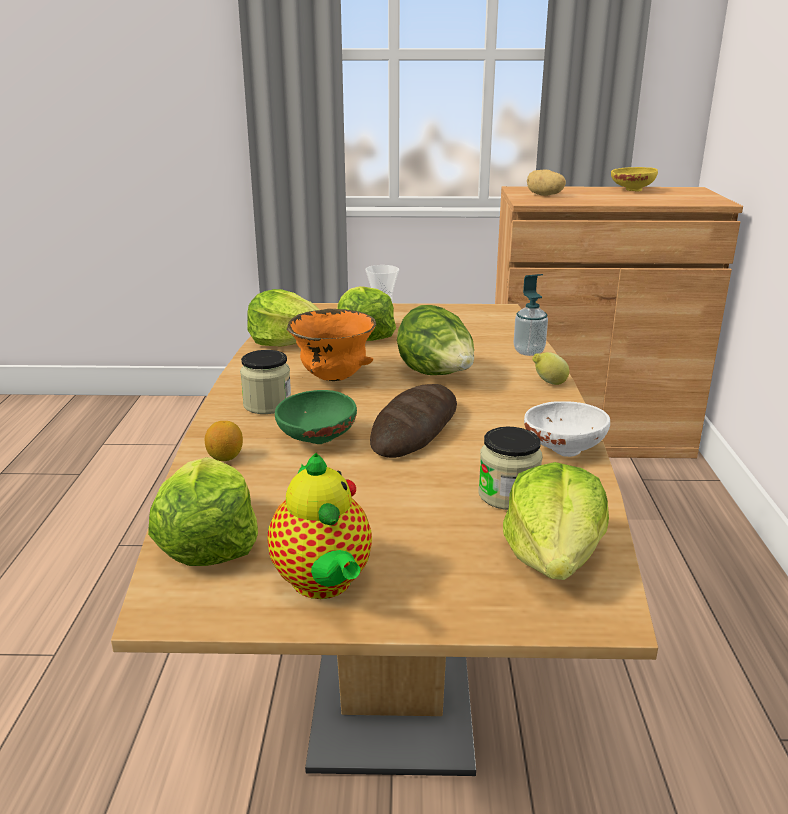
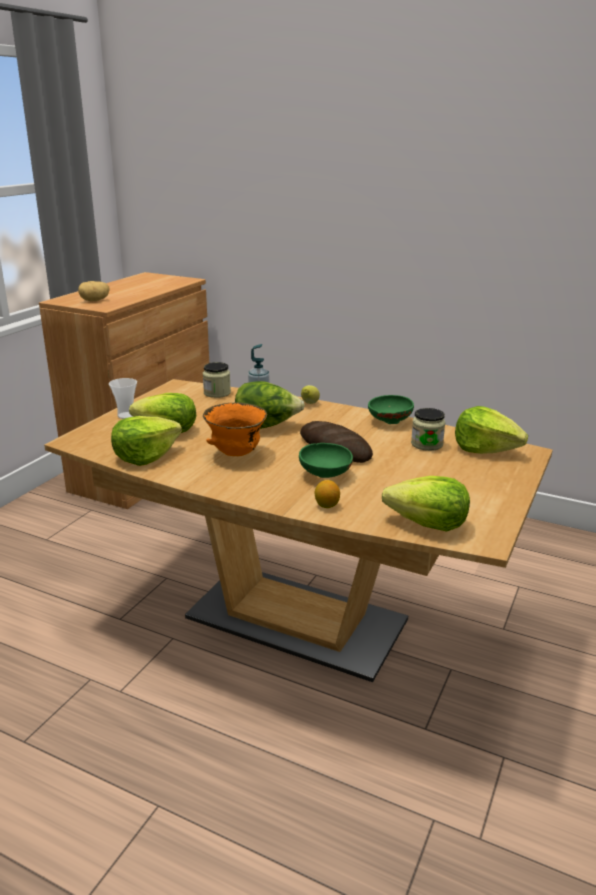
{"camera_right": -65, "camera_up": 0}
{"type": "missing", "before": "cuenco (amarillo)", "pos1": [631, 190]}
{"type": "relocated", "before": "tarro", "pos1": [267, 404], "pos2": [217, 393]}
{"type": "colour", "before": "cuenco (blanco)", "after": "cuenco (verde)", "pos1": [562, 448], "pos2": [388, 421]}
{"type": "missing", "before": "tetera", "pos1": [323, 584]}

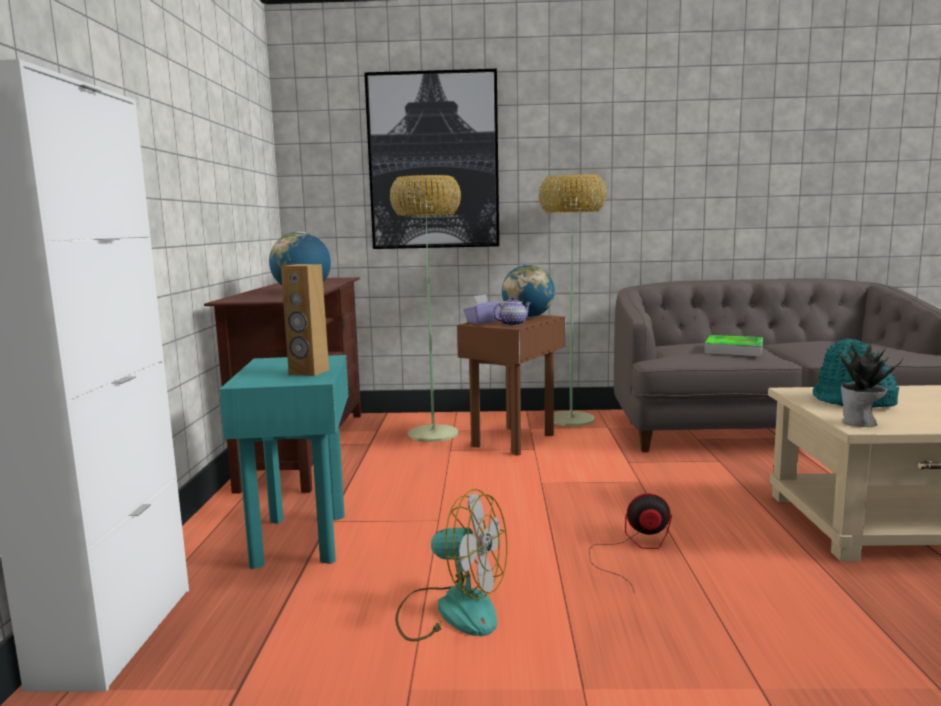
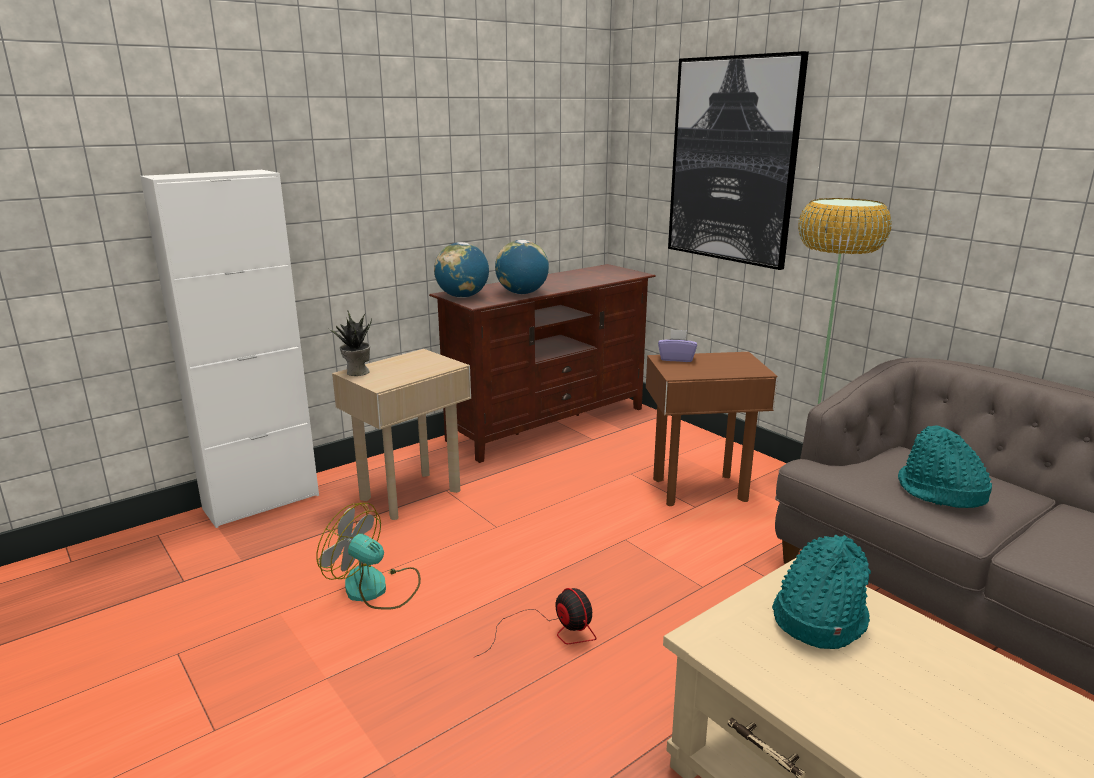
{"camera_right": 50, "camera_up": 10}
{"type": "missing", "before": "lámpara de pie", "pos1": [433, 433]}
{"type": "missing", "before": "altavoz (marrón)", "pos1": [308, 372]}
{"type": "relocated", "before": "globo terráqueo", "pos1": [528, 317], "pos2": [462, 296]}
{"type": "missing", "before": "tetera", "pos1": [512, 324]}
{"type": "exchanged", "before": "bandeja", "after": "sombrero (turquesa)", "pos1": [733, 350], "pos2": [939, 492]}
{"type": "relocated", "before": "planta en maceta", "pos1": [860, 423], "pos2": [357, 372]}
{"type": "colour", "before": "mesa auxiliar (turquesa)", "after": "mesa auxiliar (beis)", "pos1": [302, 539], "pos2": [411, 495]}
{"type": "spun", "before": "ventilador", "pos1": [451, 610], "pos2": [375, 589], "turn": 135}

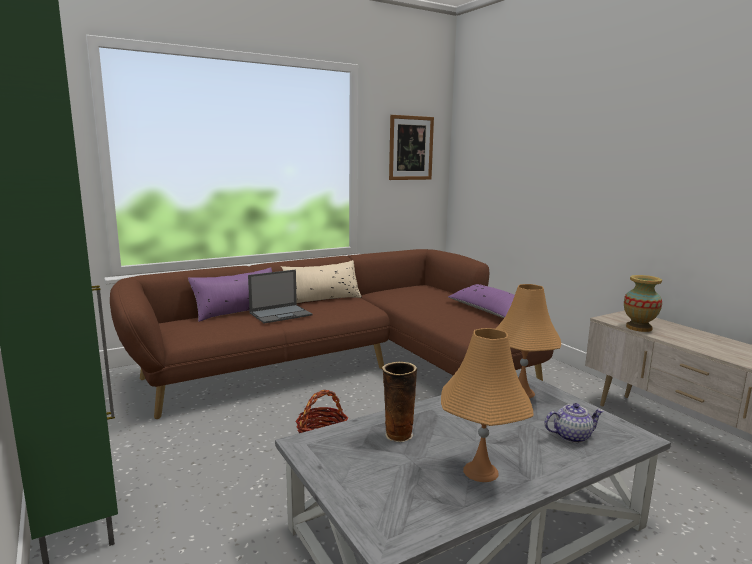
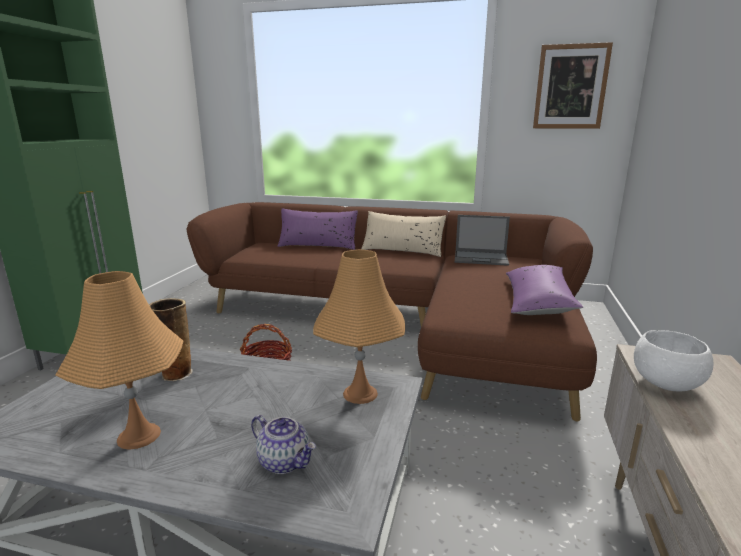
{"camera_right": 45, "camera_up": 5}
{"type": "relocated", "before": "portátil", "pos1": [281, 314], "pos2": [481, 258]}
{"type": "exchanged", "before": "florero", "after": "cuenco (blanco)", "pos1": [639, 328], "pos2": [665, 384]}

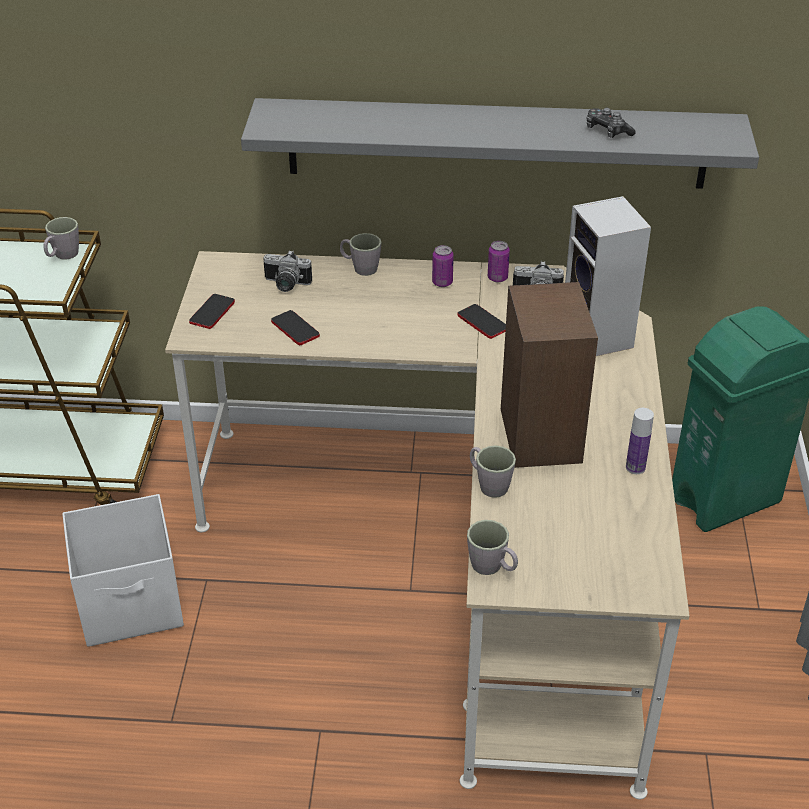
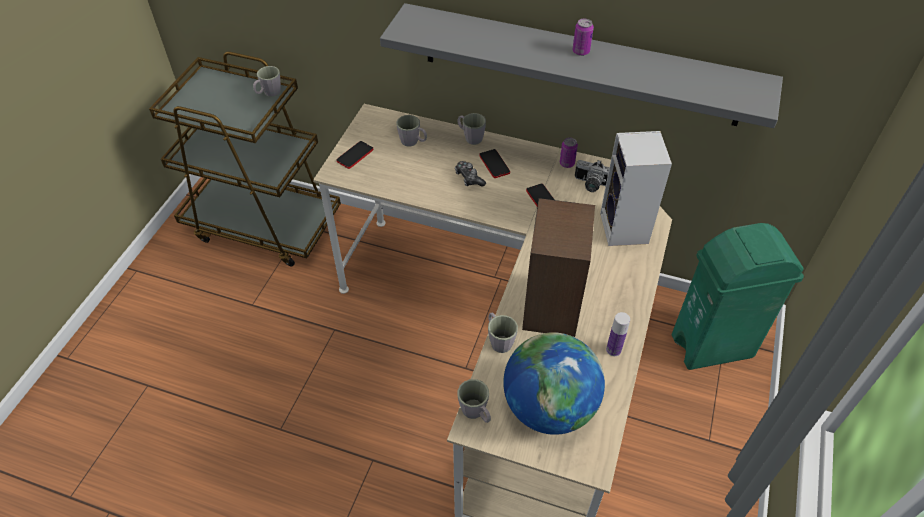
{"camera_right": 15, "camera_up": 10}
{"type": "relocated", "before": "mando de consola", "pos1": [607, 131], "pos2": [469, 178]}
{"type": "relocated", "before": "lata", "pos1": [442, 282], "pos2": [581, 51]}
{"type": "exchanged", "before": "cámara", "after": "taza grande (gris)", "pos1": [285, 285], "pos2": [413, 142]}
{"type": "relocated", "before": "móvil", "pos1": [295, 329], "pos2": [494, 164]}
{"type": "missing", "before": "caja de almacenaje (blanco)", "pos1": [132, 604]}
{"type": "appeared", "after": "globo terráqueo", "pos2": [549, 407]}

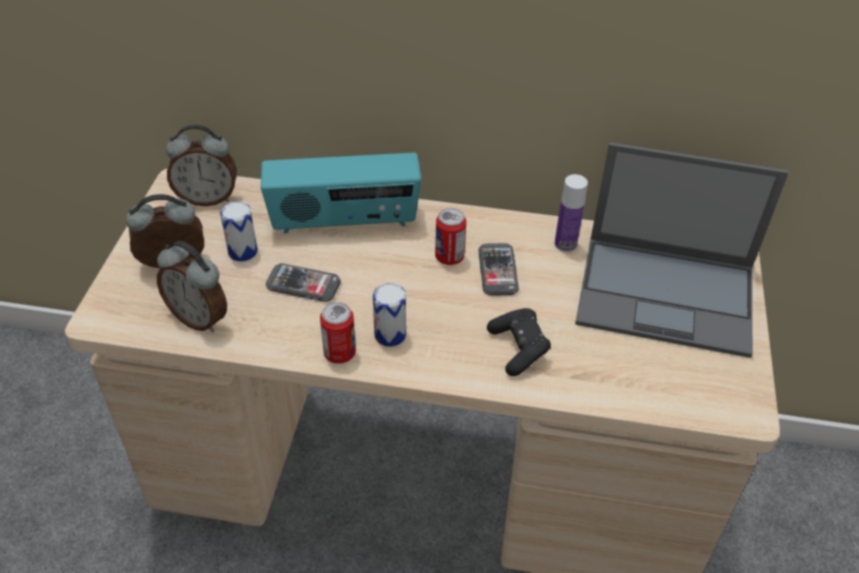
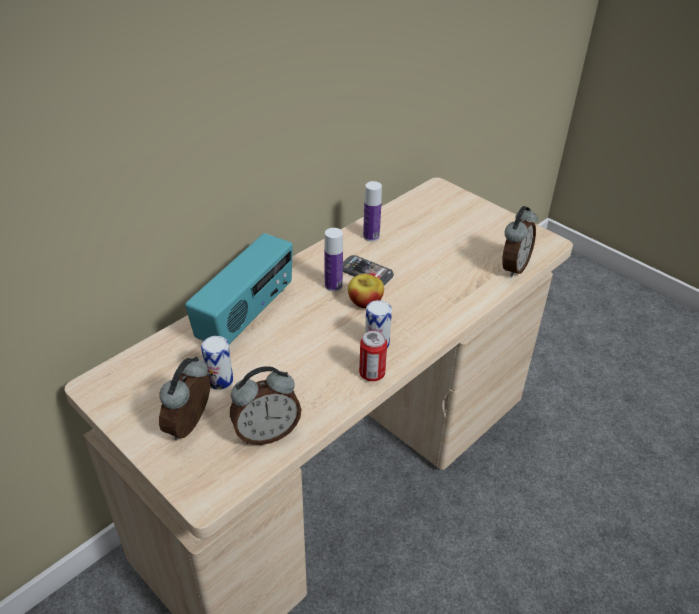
{"camera_right": -55, "camera_up": -5}
{"type": "relocated", "before": "despertador", "pos1": [208, 198], "pos2": [513, 267]}
{"type": "missing", "before": "portátil", "pos1": [668, 295]}
{"type": "exchanged", "before": "lata", "after": "botella", "pos1": [449, 257], "pos2": [333, 285]}
{"type": "missing", "before": "móvil", "pos1": [303, 284]}
{"type": "missing", "before": "mando de consola (negro)", "pos1": [518, 348]}
{"type": "appeared", "after": "manzana", "pos2": [365, 302]}

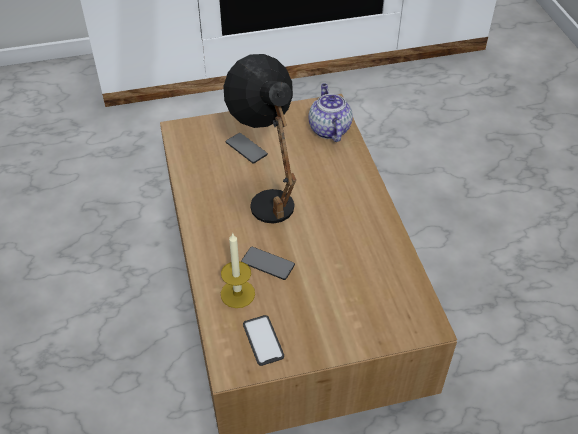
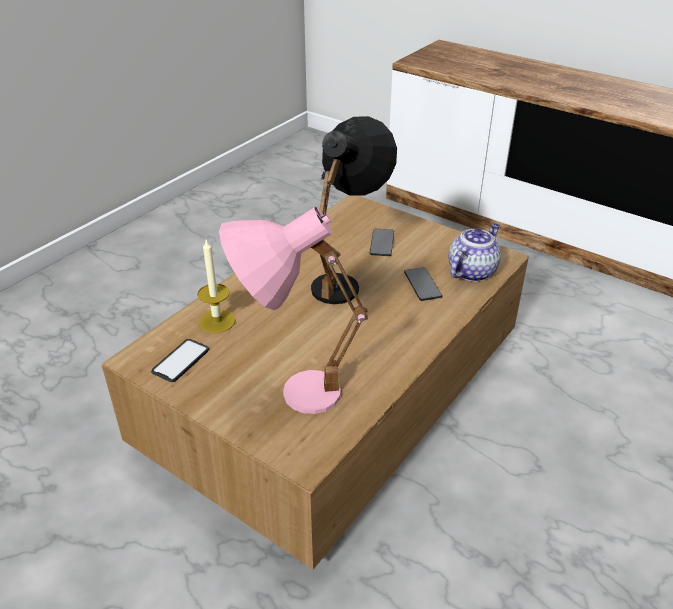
{"camera_right": 50, "camera_up": -10}
{"type": "relocated", "before": "móvil", "pos1": [267, 264], "pos2": [422, 285]}
{"type": "appeared", "after": "lámpara de mesa (rosa)", "pos2": [289, 391]}

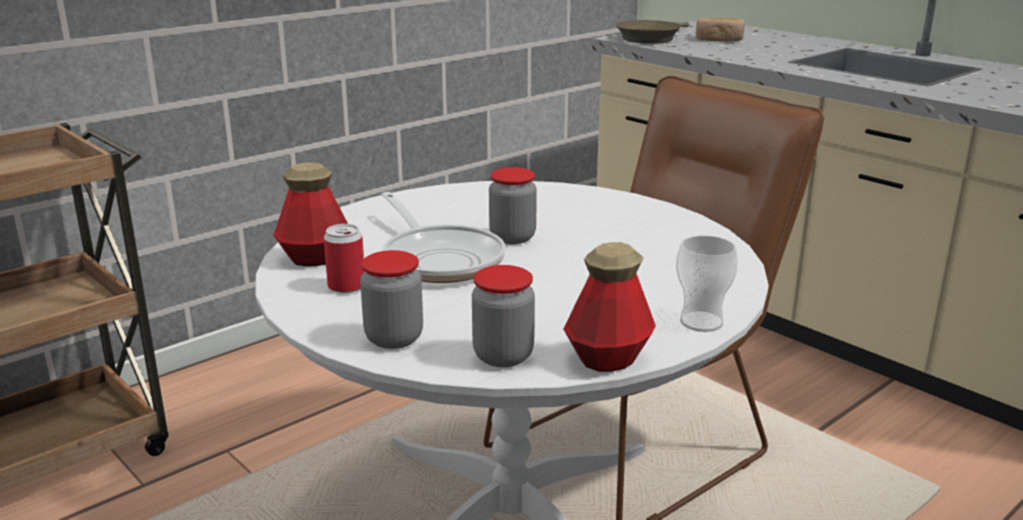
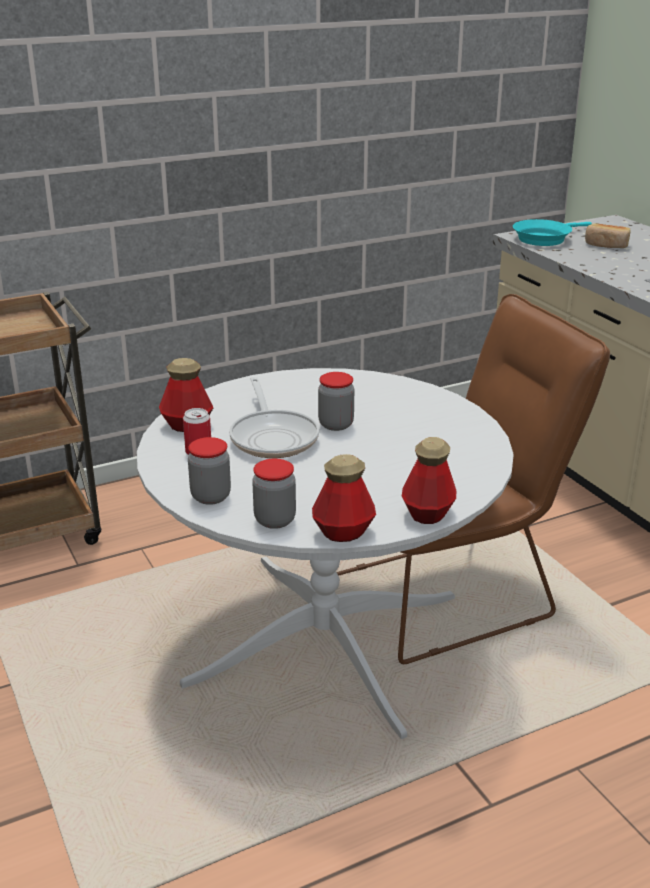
{"camera_right": 15, "camera_up": 5}
{"type": "colour", "before": "sartén (marrón)", "after": "sartén (turquesa)", "pos1": [650, 38], "pos2": [544, 238]}
{"type": "exchanged", "before": "taza", "after": "botella", "pos1": [701, 322], "pos2": [427, 514]}

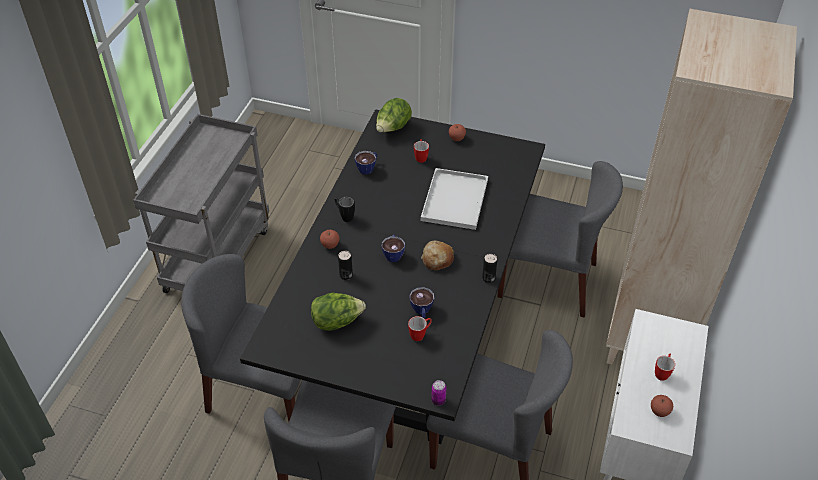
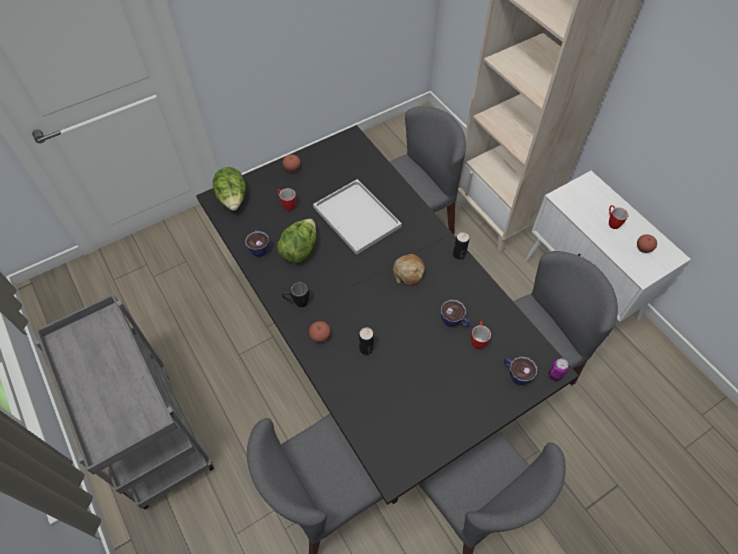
{"camera_right": -50, "camera_up": 10}
{"type": "relocated", "before": "taza", "pos1": [393, 253], "pos2": [515, 374]}
{"type": "relocated", "before": "lechuga", "pos1": [337, 321], "pos2": [300, 250]}

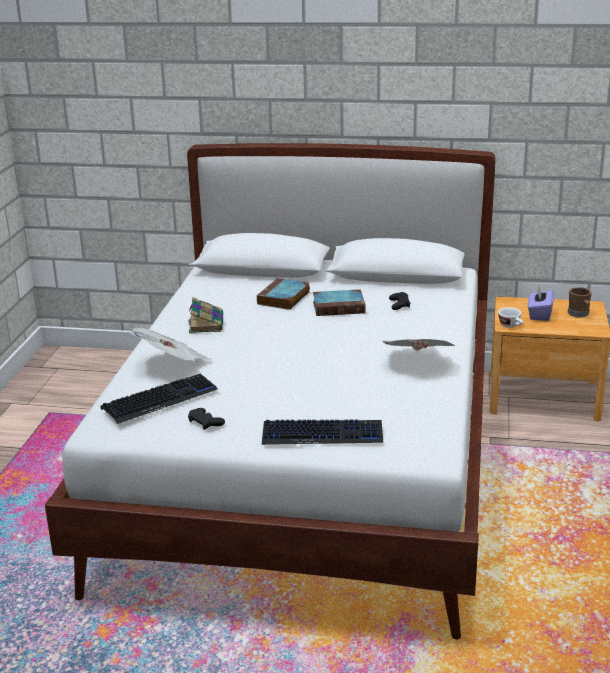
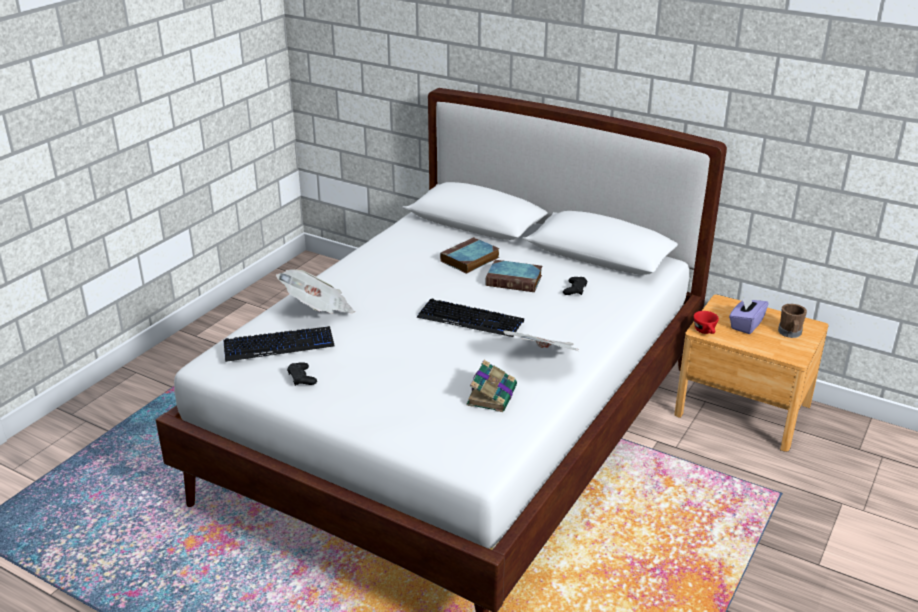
{"camera_right": 20, "camera_up": 5}
{"type": "relocated", "before": "libro", "pos1": [206, 323], "pos2": [492, 395]}
{"type": "colour", "before": "taza (blanco)", "after": "taza (rojo)", "pos1": [511, 326], "pos2": [706, 332]}
{"type": "relocated", "before": "teclado", "pos1": [322, 434], "pos2": [470, 320]}

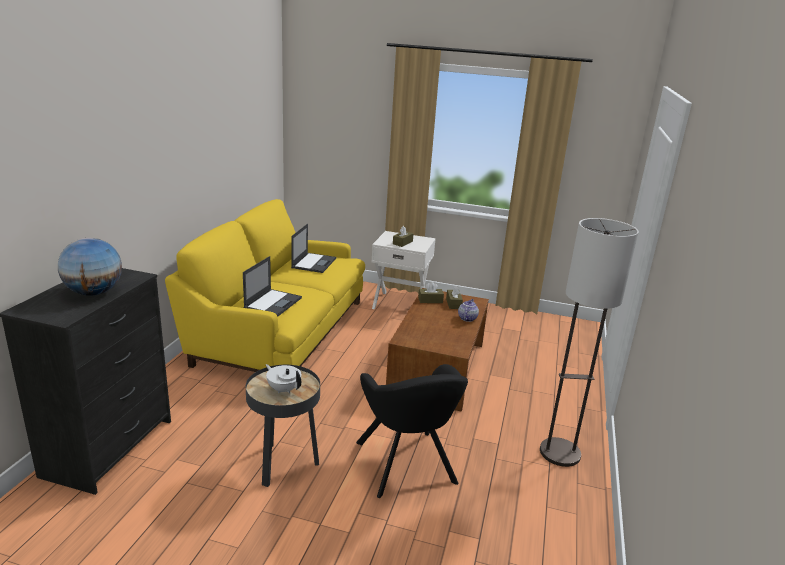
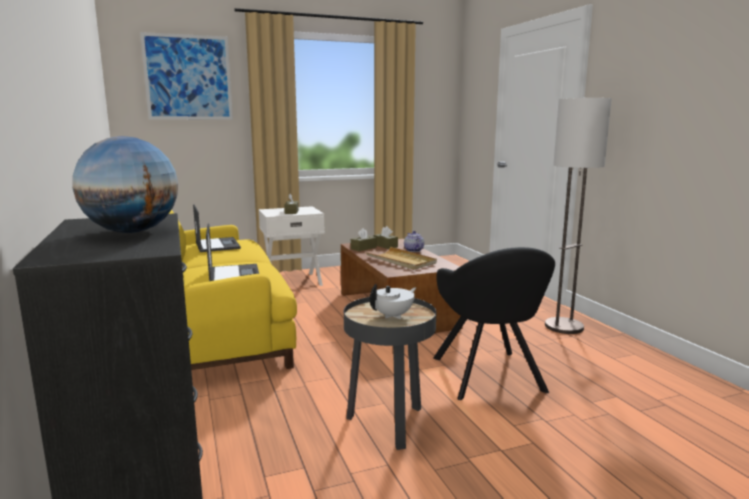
{"camera_right": -35, "camera_up": -10}
{"type": "spun", "before": "tetera (blanco)", "pos1": [284, 389], "pos2": [393, 316], "turn": 135}
{"type": "spun", "before": "sillón (negro)", "pos1": [407, 466], "pos2": [489, 377], "turn": 45}
{"type": "appeared", "after": "cuadro", "pos2": [188, 77]}
{"type": "appeared", "after": "bandeja (beis)", "pos2": [401, 261]}

